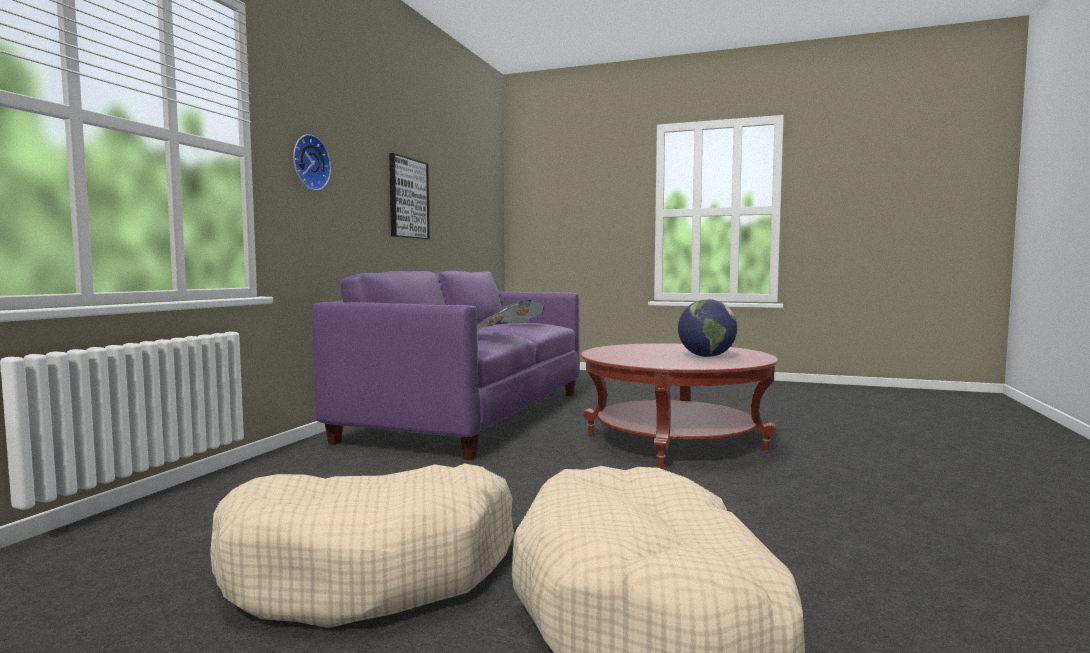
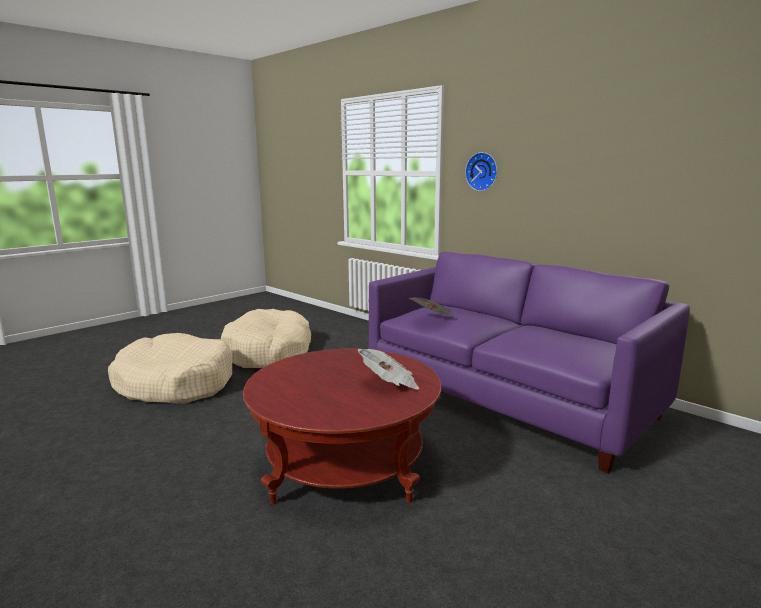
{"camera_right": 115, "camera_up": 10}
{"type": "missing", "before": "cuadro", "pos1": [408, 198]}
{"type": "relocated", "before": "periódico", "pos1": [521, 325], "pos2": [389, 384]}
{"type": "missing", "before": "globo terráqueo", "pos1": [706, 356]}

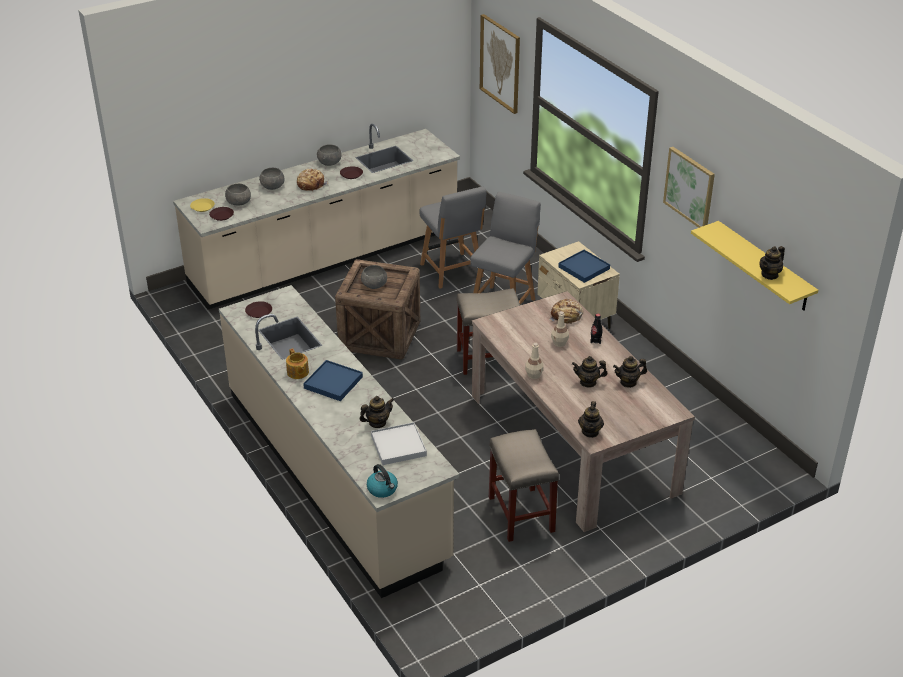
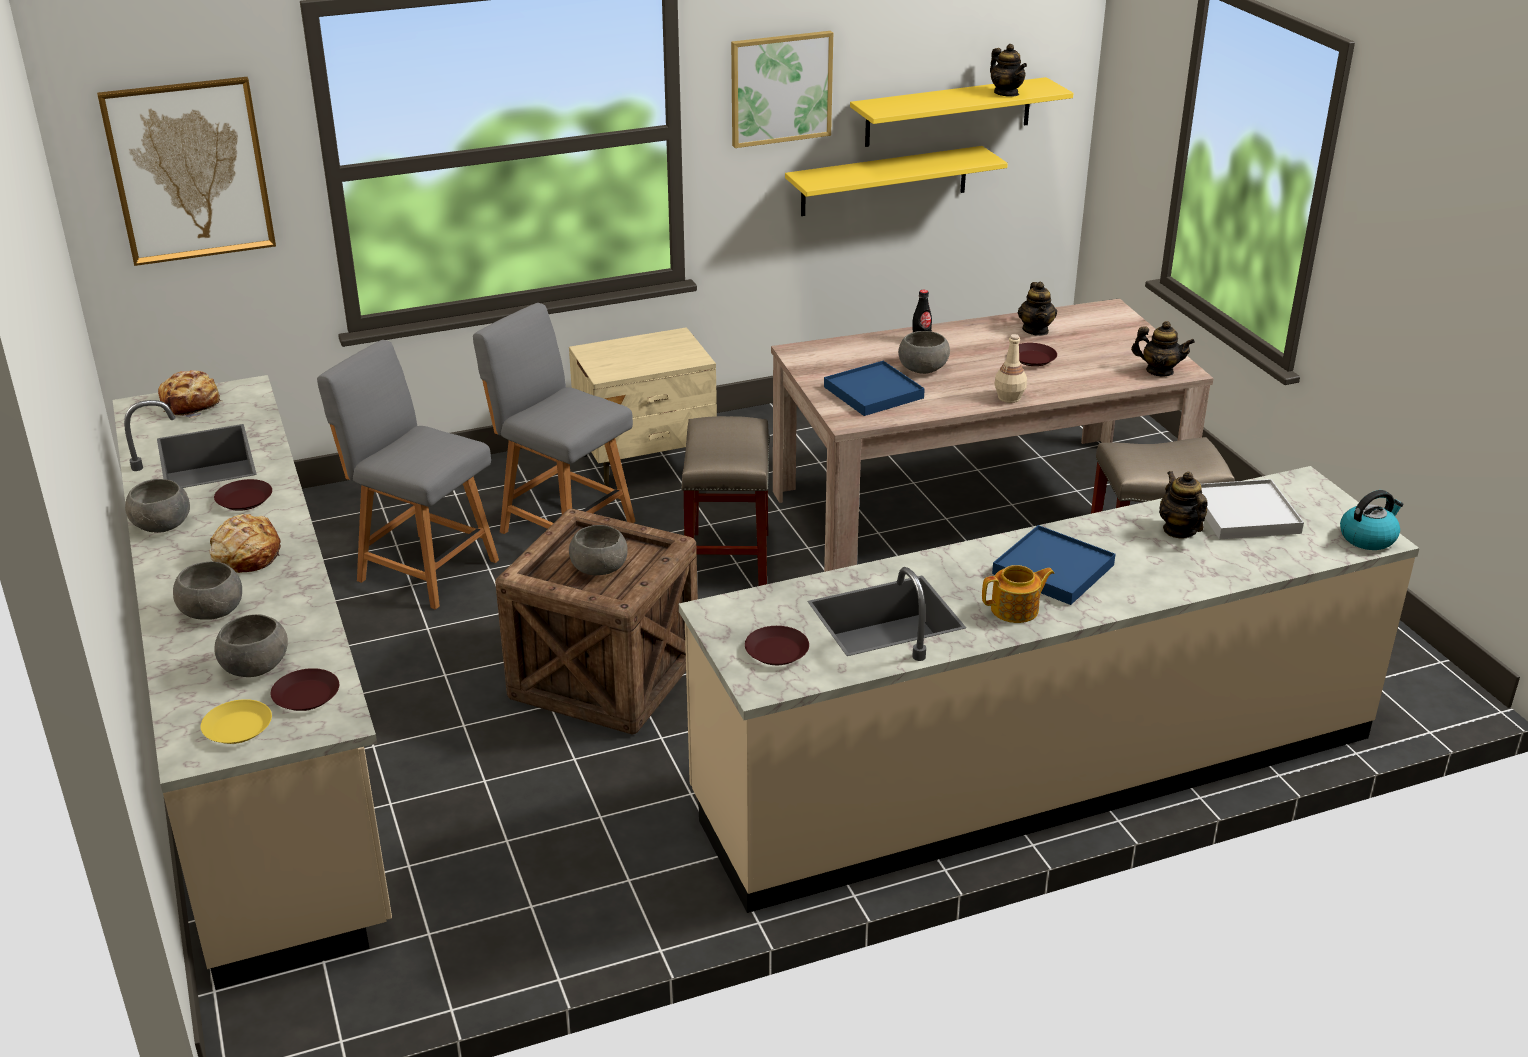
{"camera_right": -80, "camera_up": -5}
{"type": "spun", "before": "silla (gris)", "pos1": [452, 272], "pos2": [424, 569], "turn": -135}
{"type": "relocated", "before": "bandeja (azul)", "pos1": [584, 268], "pos2": [873, 392]}
{"type": "relocated", "before": "pan", "pos1": [566, 316], "pos2": [192, 404]}
{"type": "exchanged", "before": "botella (beis)", "after": "cuenco (gris)", "pos1": [559, 343], "pos2": [923, 368]}
{"type": "exchanged", "before": "tetera", "after": "plato (marrón)", "pos1": [588, 382], "pos2": [1033, 358]}
{"type": "appeared", "after": "estante (amarillo)", "pos2": [884, 181]}

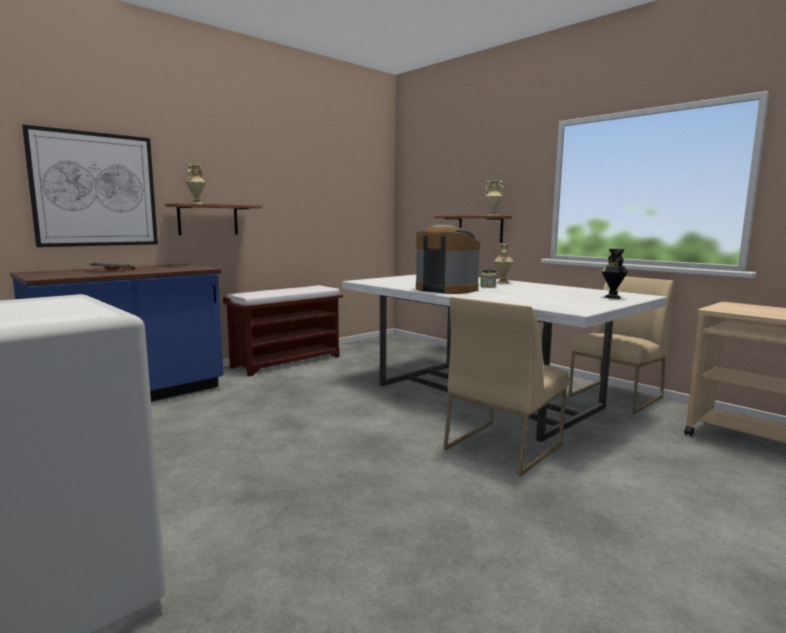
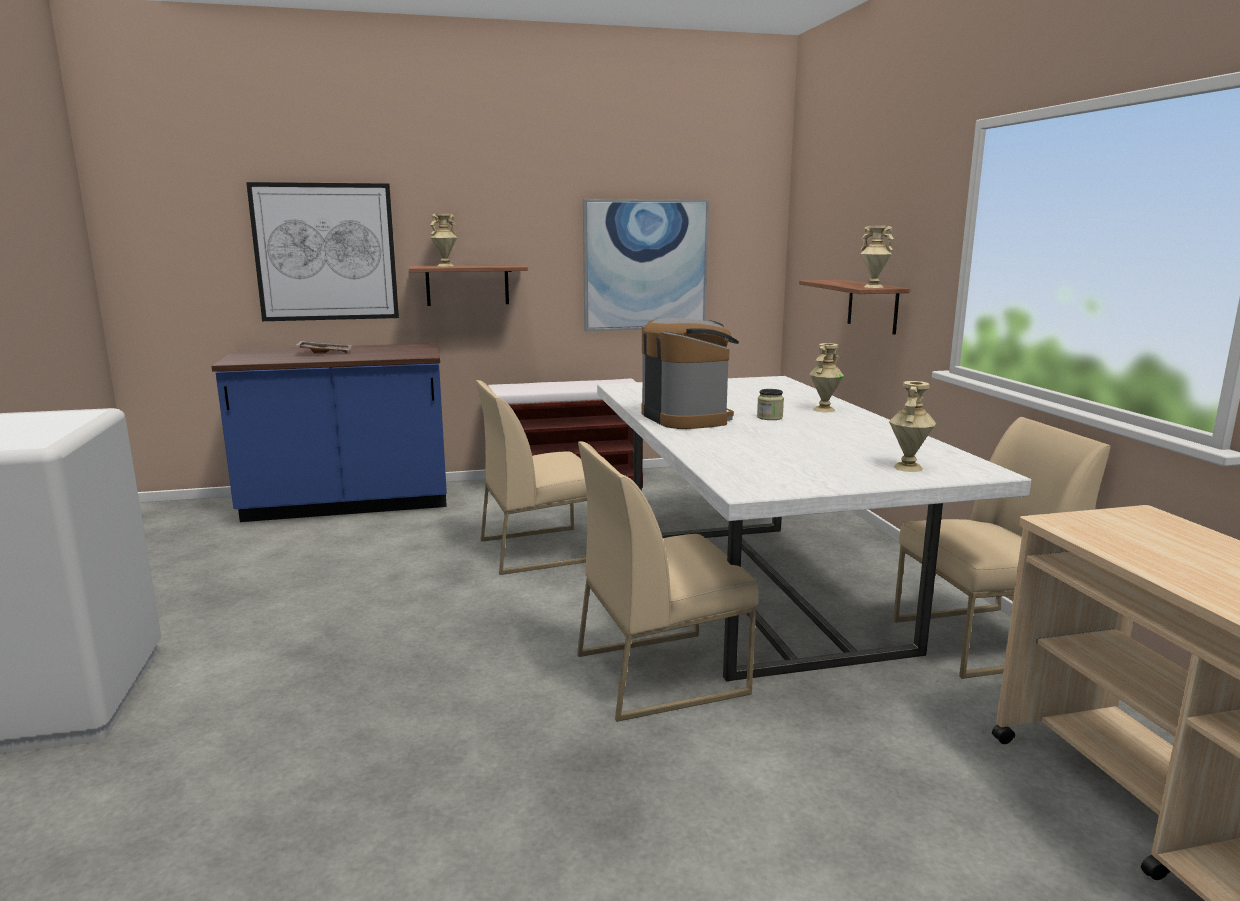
{"camera_right": 30, "camera_up": 5}
{"type": "colour", "before": "florero (negro)", "after": "florero (beis)", "pos1": [613, 297], "pos2": [908, 468]}
{"type": "appeared", "after": "cuadro", "pos2": [645, 265]}
{"type": "appeared", "after": "silla (beis)", "pos2": [539, 549]}

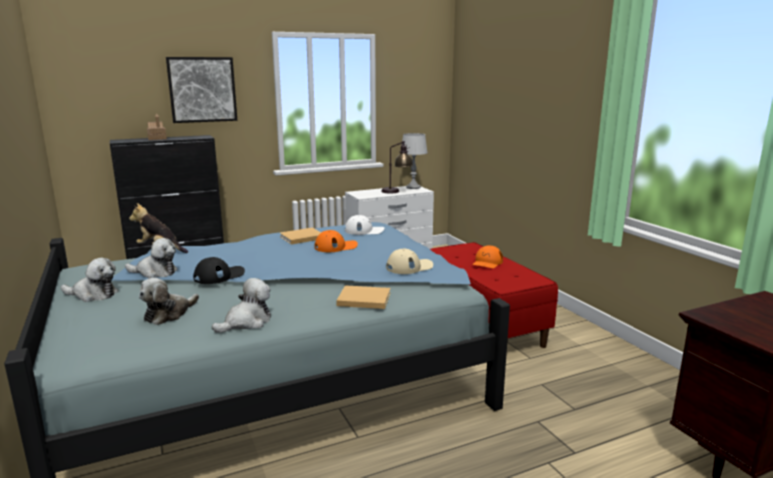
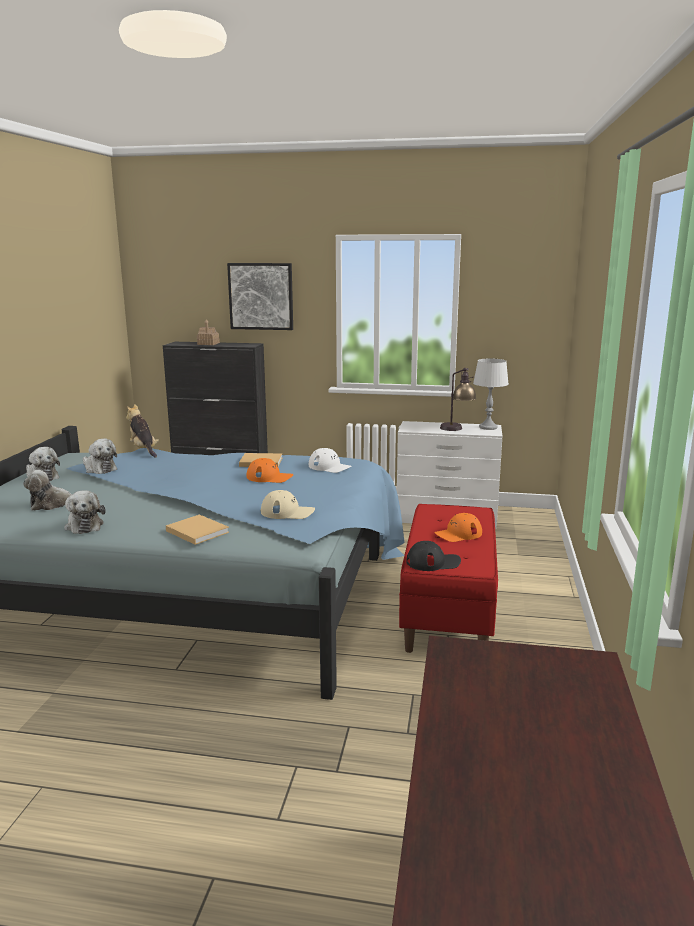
{"camera_right": 35, "camera_up": 0}
{"type": "relocated", "before": "gorra (negro)", "pos1": [219, 276], "pos2": [433, 562]}
{"type": "spun", "before": "peluche", "pos1": [247, 322], "pos2": [84, 525], "turn": 75}

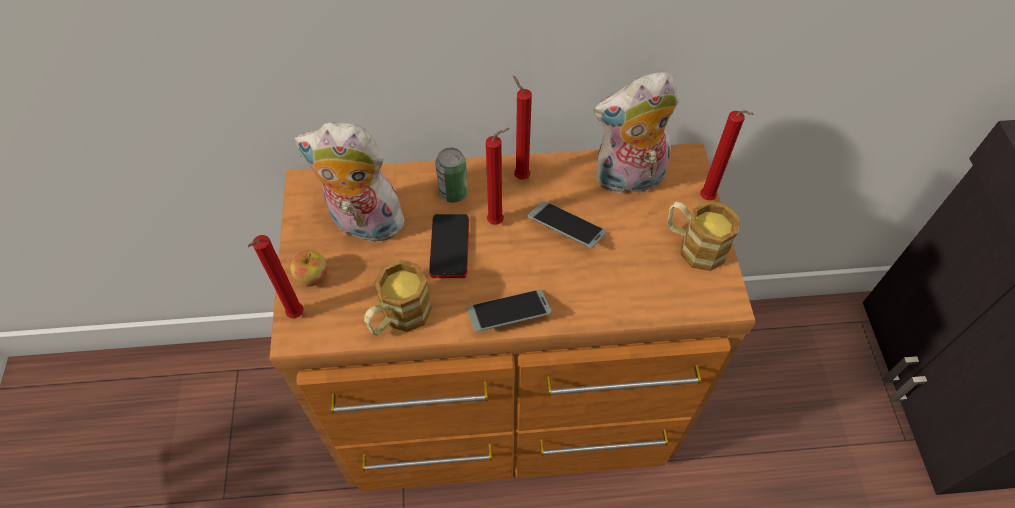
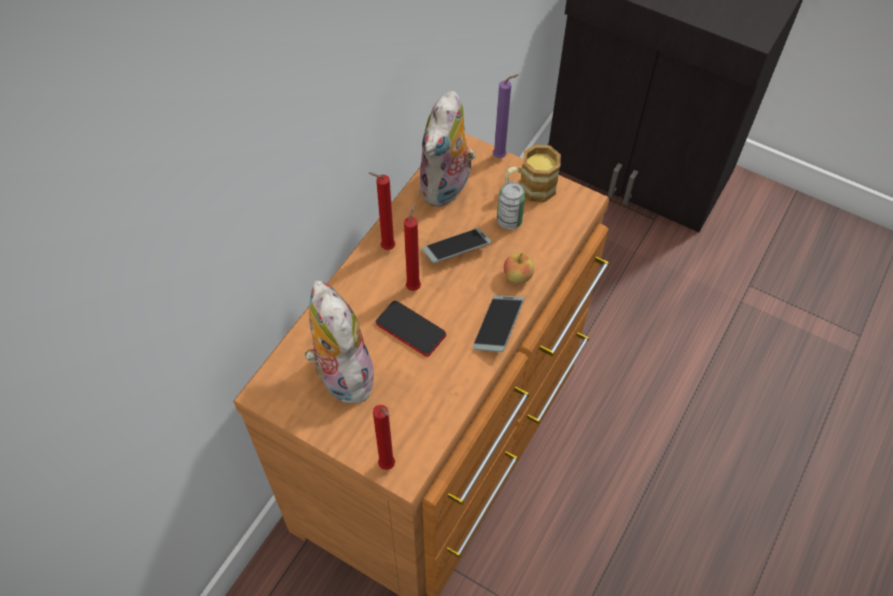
{"camera_right": -55, "camera_up": 0}
{"type": "colour", "before": "vela (rojo)", "after": "vela (morado)", "pos1": [709, 200], "pos2": [501, 156]}
{"type": "spun", "before": "peluche", "pos1": [363, 224], "pos2": [341, 374], "turn": 105}
{"type": "relocated", "before": "lata", "pos1": [453, 193], "pos2": [509, 221]}
{"type": "relocated", "before": "manzana", "pos1": [312, 277], "pos2": [517, 276]}
{"type": "missing", "before": "taza grande", "pos1": [399, 317]}

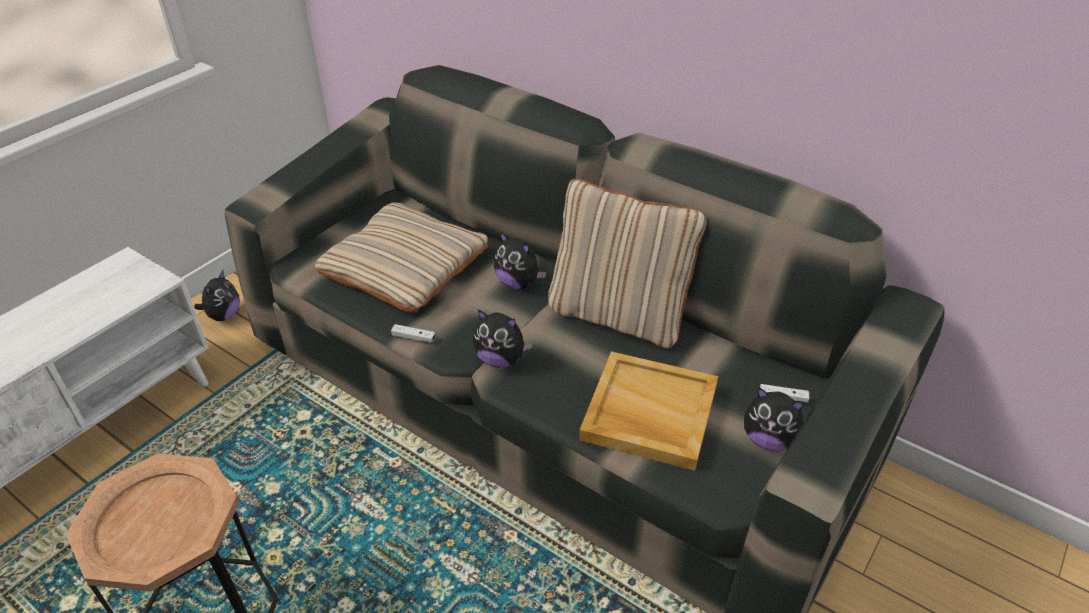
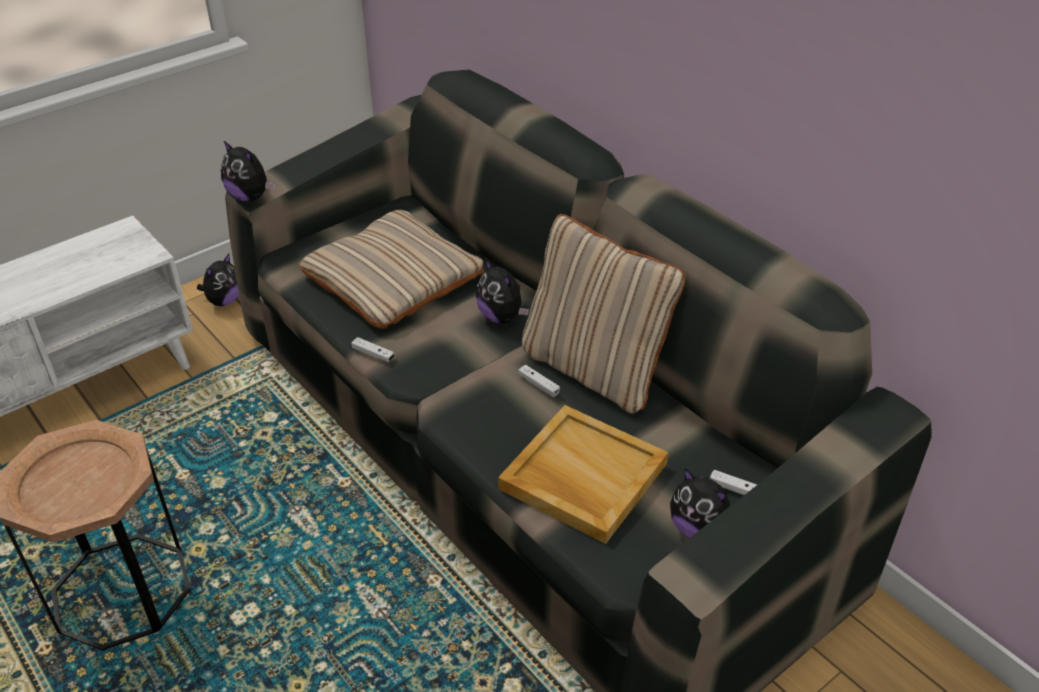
{"camera_right": 15, "camera_up": 0}
{"type": "relocated", "before": "peluche", "pos1": [501, 359], "pos2": [250, 197]}
{"type": "appeared", "after": "mando de consola (blanco)", "pos2": [538, 385]}

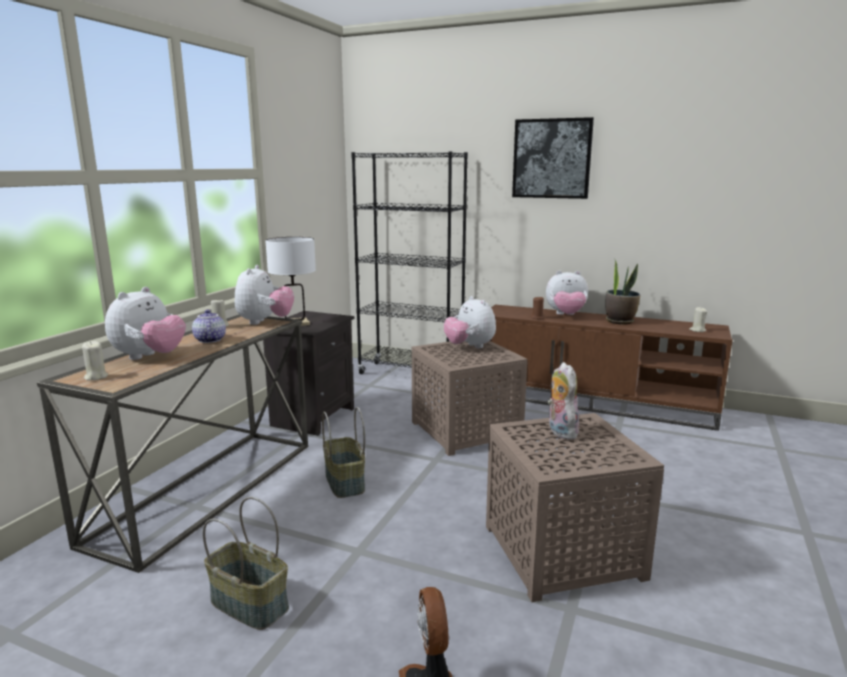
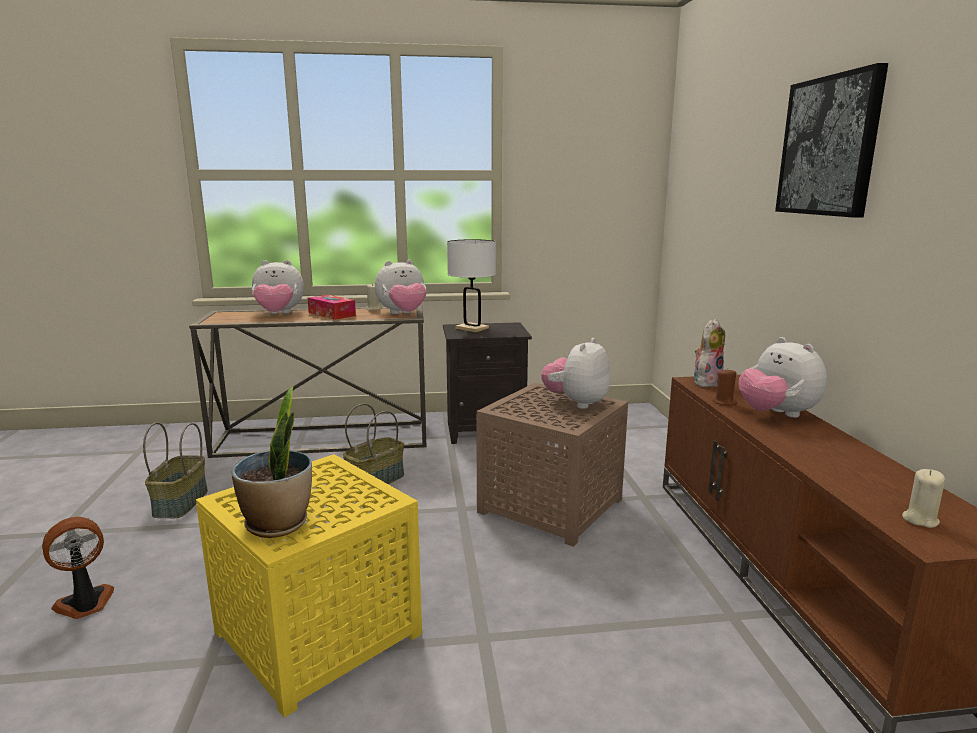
{"camera_right": 60, "camera_up": 0}
{"type": "missing", "before": "estantería (negro)", "pos1": [411, 374]}
{"type": "relocated", "before": "planta en maceta", "pos1": [620, 321], "pos2": [278, 524]}
{"type": "exchanged", "before": "tetera", "after": "caja de pañuelos", "pos1": [209, 340], "pos2": [332, 314]}
{"type": "missing", "before": "vela (beis)", "pos1": [96, 377]}
{"type": "relocated", "before": "peluche", "pos1": [559, 431], "pos2": [706, 382]}
{"type": "colour", "before": "mesa auxiliar (marrón)", "after": "mesa auxiliar (amarillo)", "pos1": [565, 552], "pos2": [317, 635]}

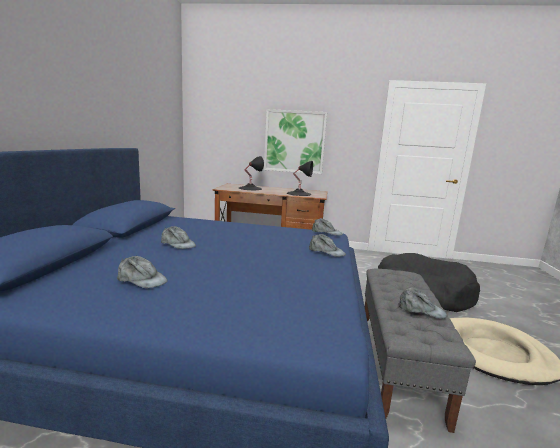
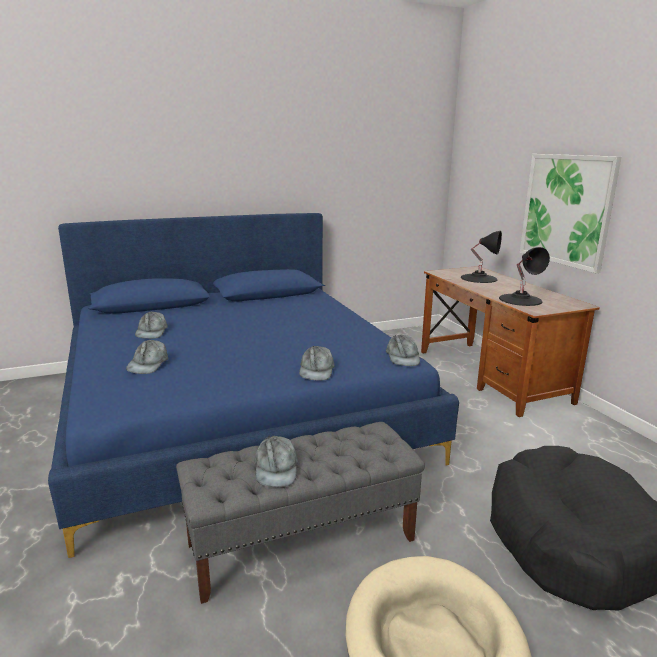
{"camera_right": 60, "camera_up": 5}
{"type": "relocated", "before": "gorra (gris)", "pos1": [178, 244], "pos2": [148, 364]}

